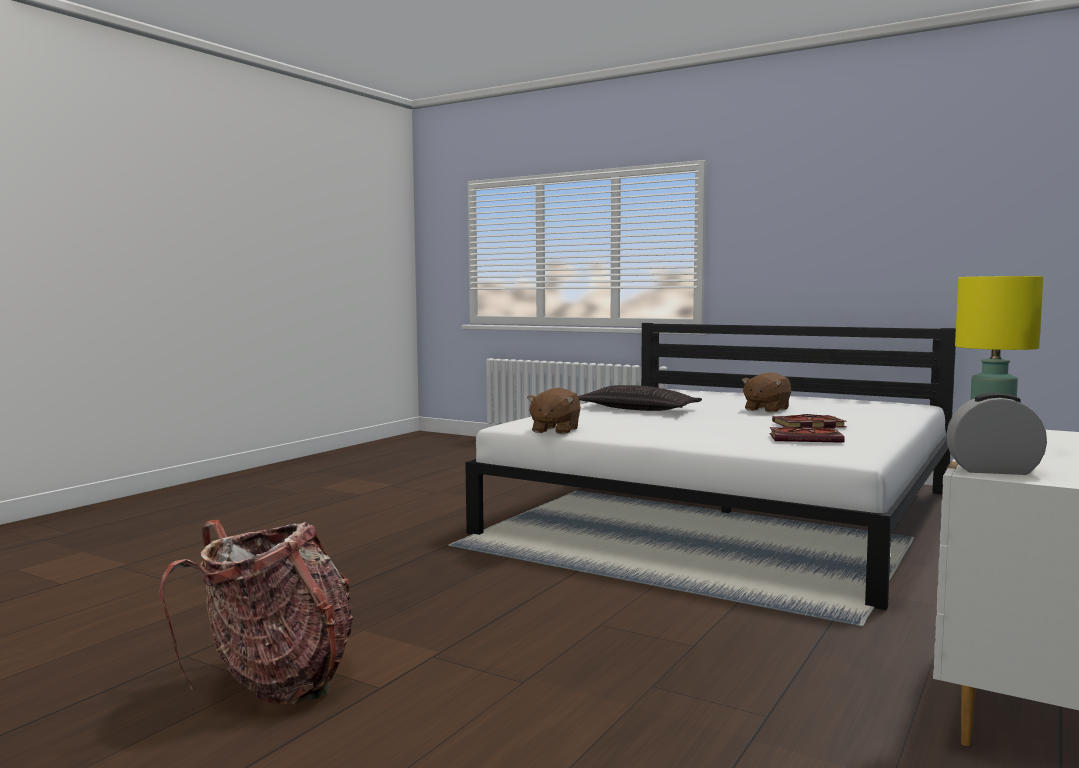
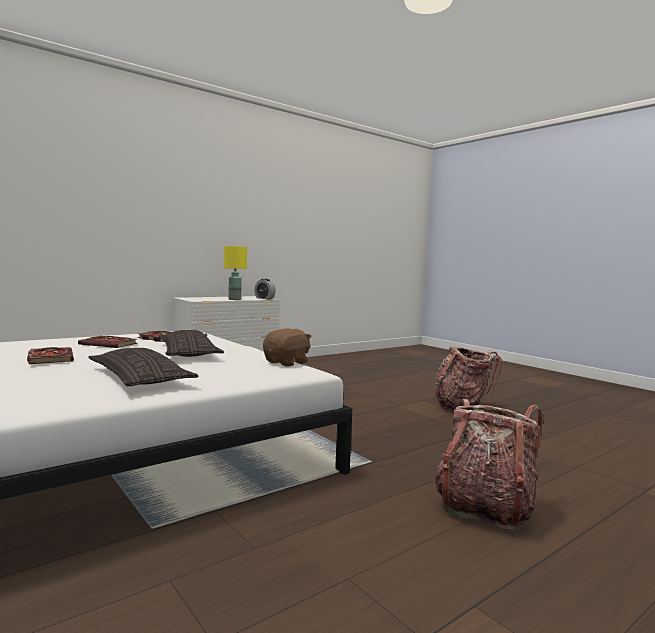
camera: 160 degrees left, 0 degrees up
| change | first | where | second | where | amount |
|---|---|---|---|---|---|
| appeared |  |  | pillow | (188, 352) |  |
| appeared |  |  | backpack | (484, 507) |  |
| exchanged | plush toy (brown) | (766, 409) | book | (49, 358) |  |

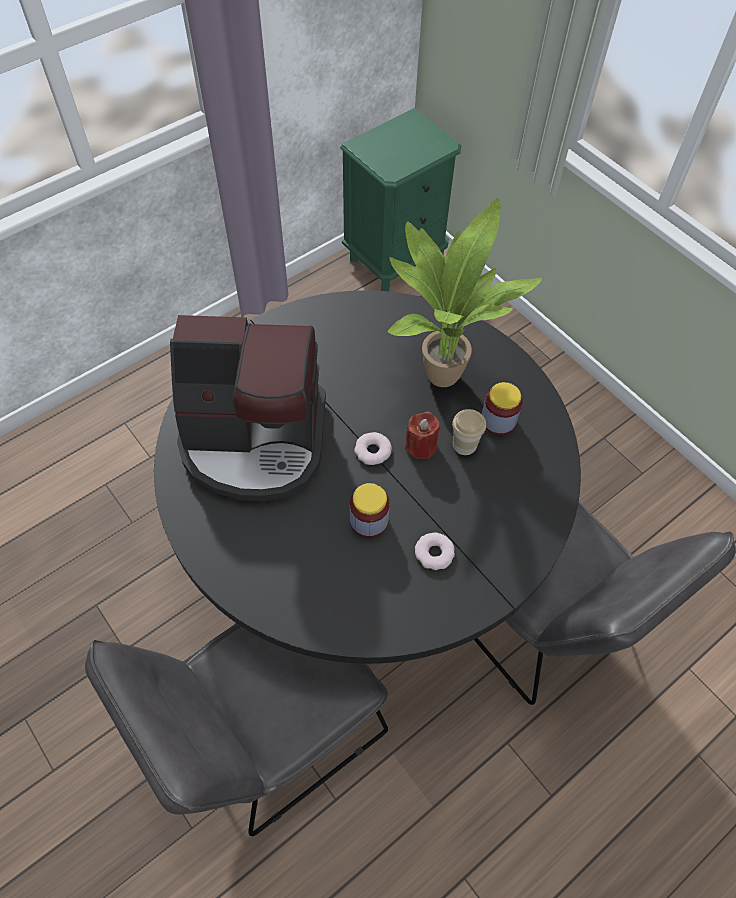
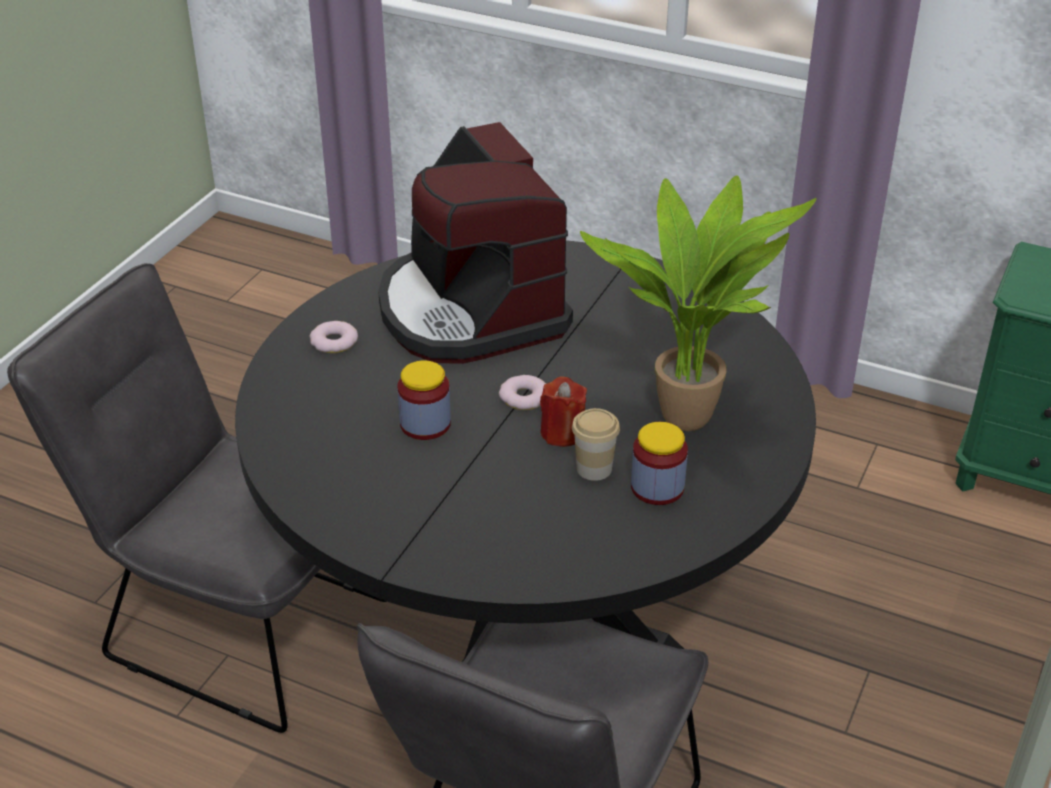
camera: 65 degrees right, 20 degrees down
| change | first | where | second | where | amount |
|---|---|---|---|---|---|
| relocated | donut | (434, 553) |  | (334, 342) |  |

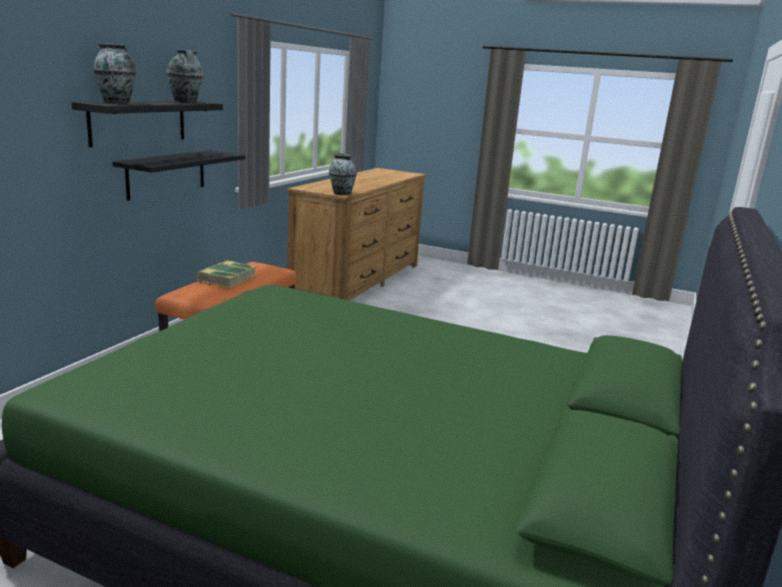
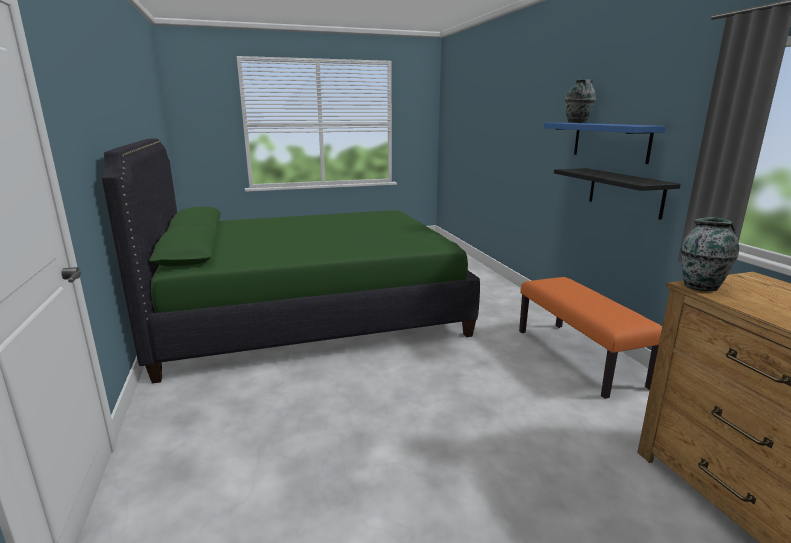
camera: 140 degrees right, 0 degrees up
| change | first | where | second | where | amount |
|---|---|---|---|---|---|
| missing | vase | (185, 102) |  |  |  |
| missing | book | (226, 279) |  |  |  |
| colour | shelf (black) | (138, 122) | shelf (blue) | (610, 141) |  |

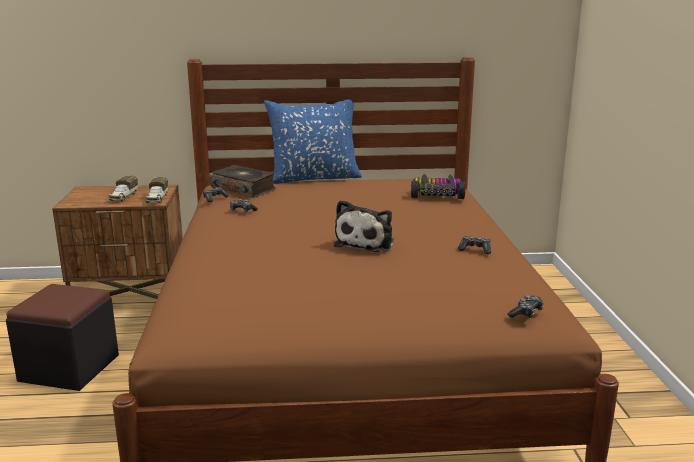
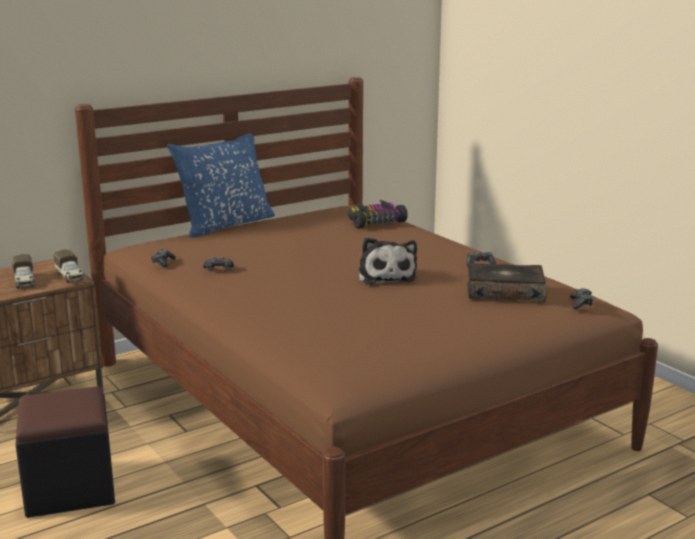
camera: 30 degrees left, 0 degrees up
| change | first | where | second | where | amount |
|---|---|---|---|---|---|
| relocated | book | (244, 189) |  | (505, 292) |  |

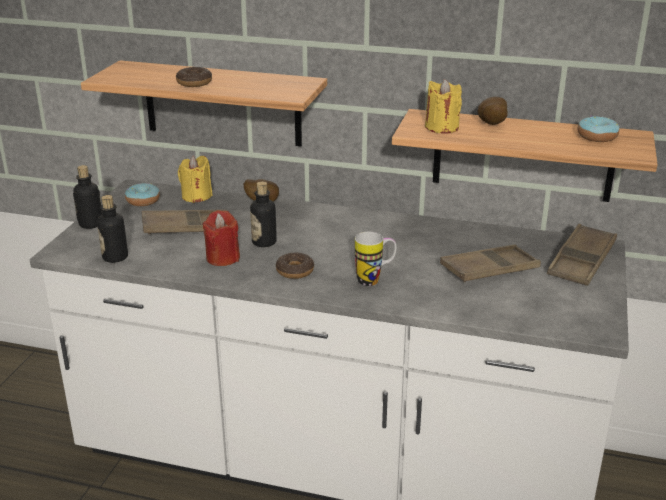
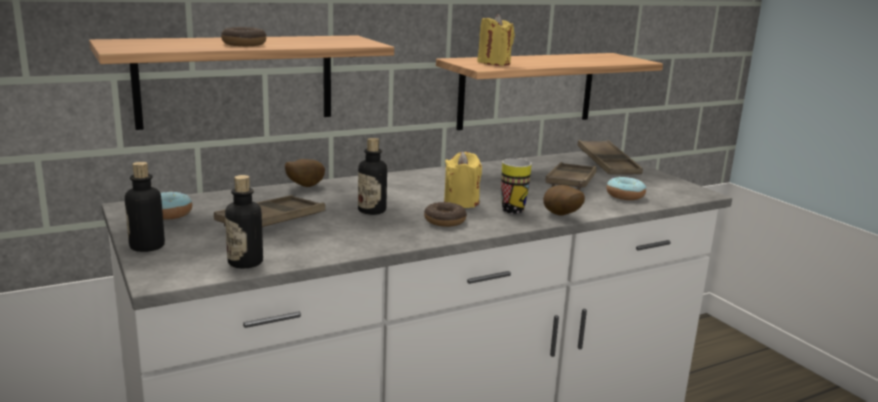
camera: 45 degrees left, 10 degrees down
| change | first | where | second | where | amount |
|---|---|---|---|---|---|
| missing | candle (red) | (223, 258) |  |  |  |
| relocated | candle (yellow) | (196, 196) |  | (461, 202) |  |
| relocated | potato | (491, 125) |  | (560, 216) |  |
| relocated | donut | (597, 137) |  | (625, 196) |  |

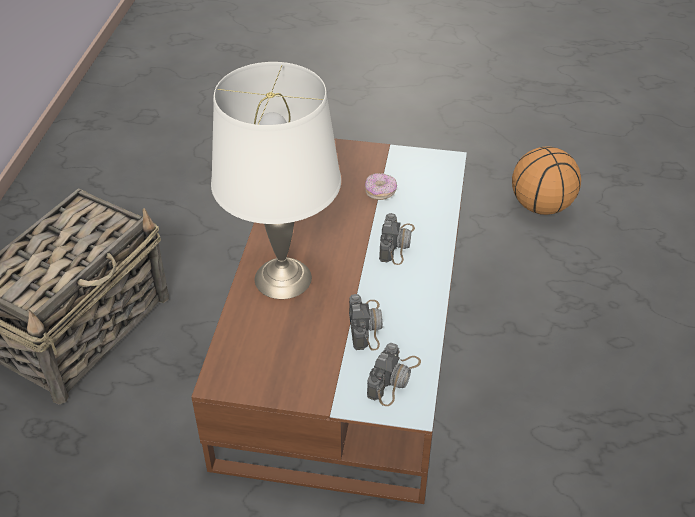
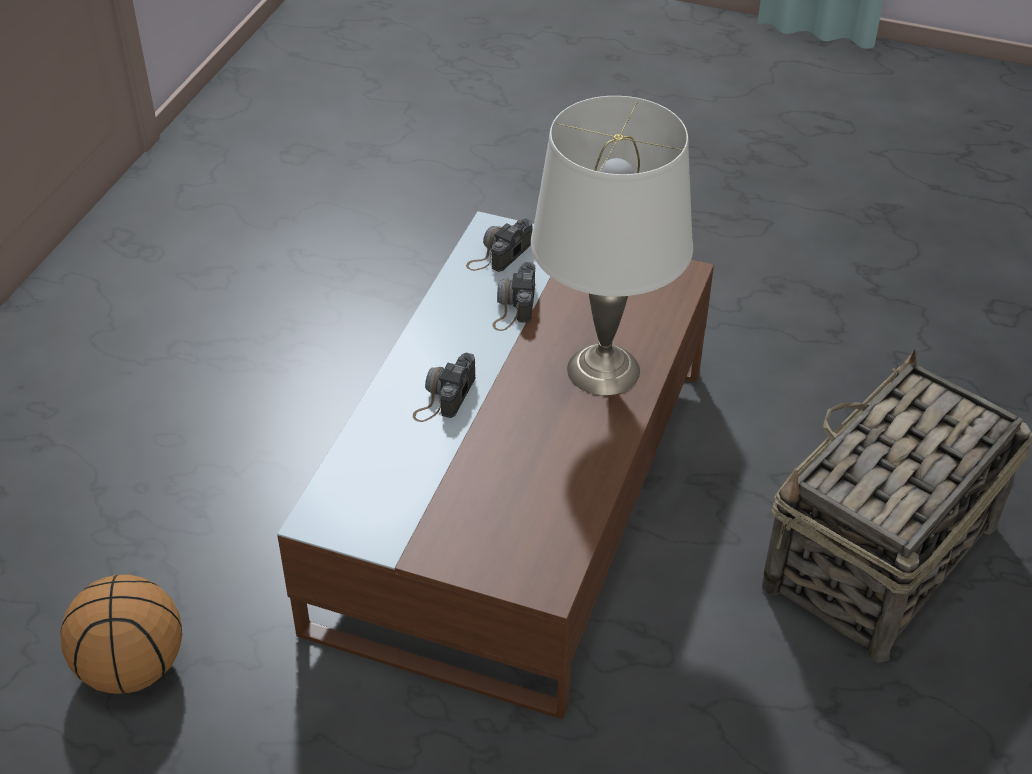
camera: 170 degrees left, 0 degrees up
| change | first | where | second | where | amount |
|---|---|---|---|---|---|
| missing | donut | (380, 192) |  |  |  |

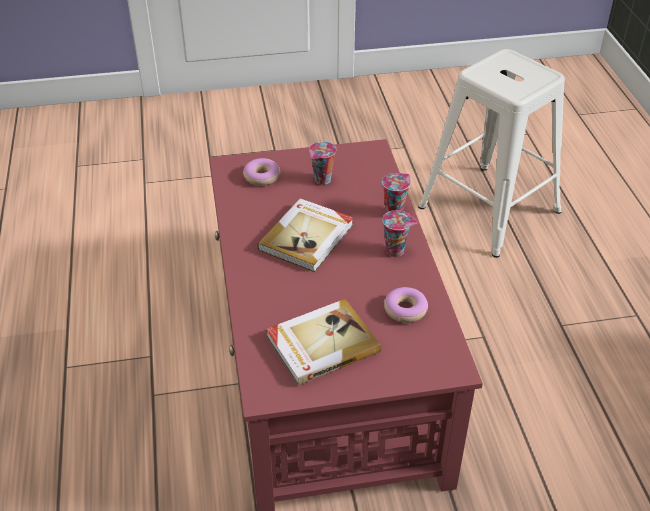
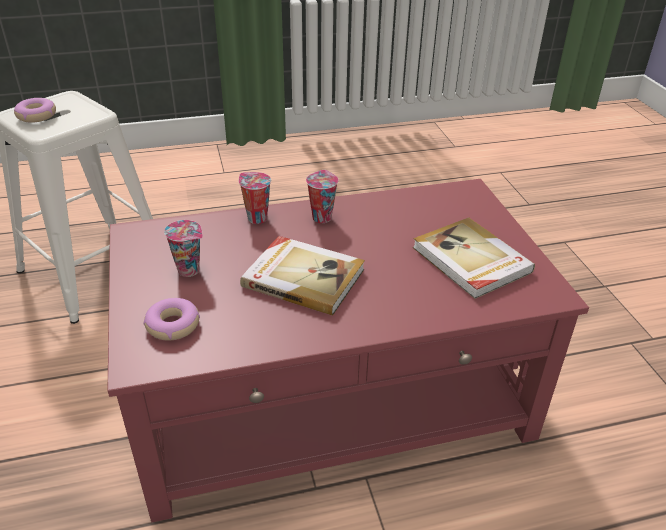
camera: 95 degrees left, 5 degrees down
| change | first | where | second | where | amount |
|---|---|---|---|---|---|
| relocated | donut | (405, 309) |  | (36, 116) |  |

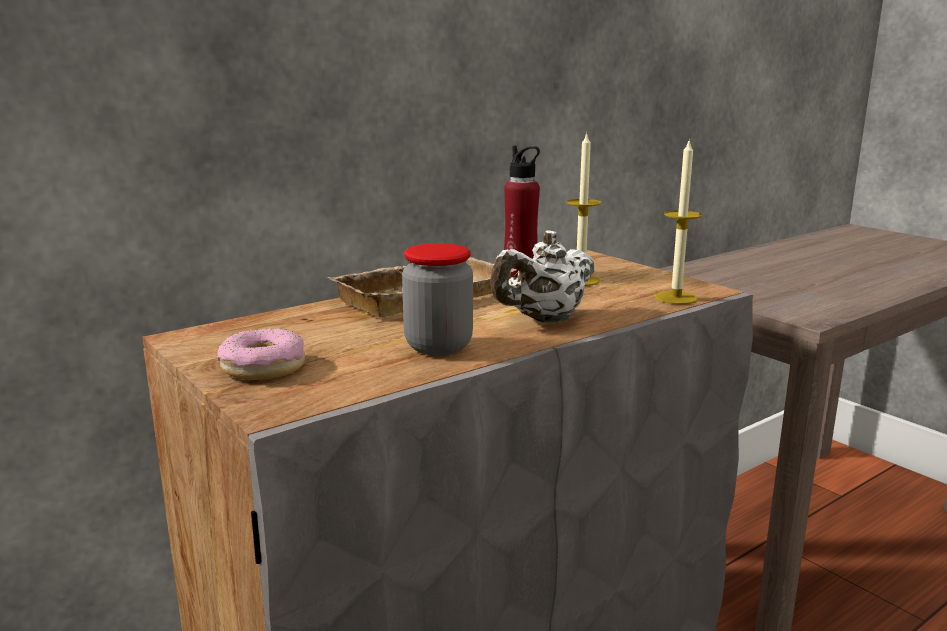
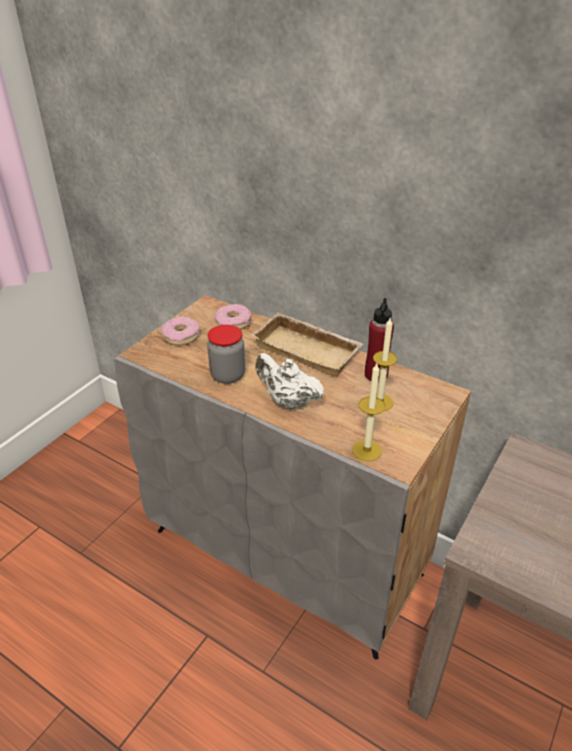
camera: 70 degrees right, 20 degrees up
| change | first | where | second | where | amount |
|---|---|---|---|---|---|
| appeared |  |  | donut | (233, 322) |  |

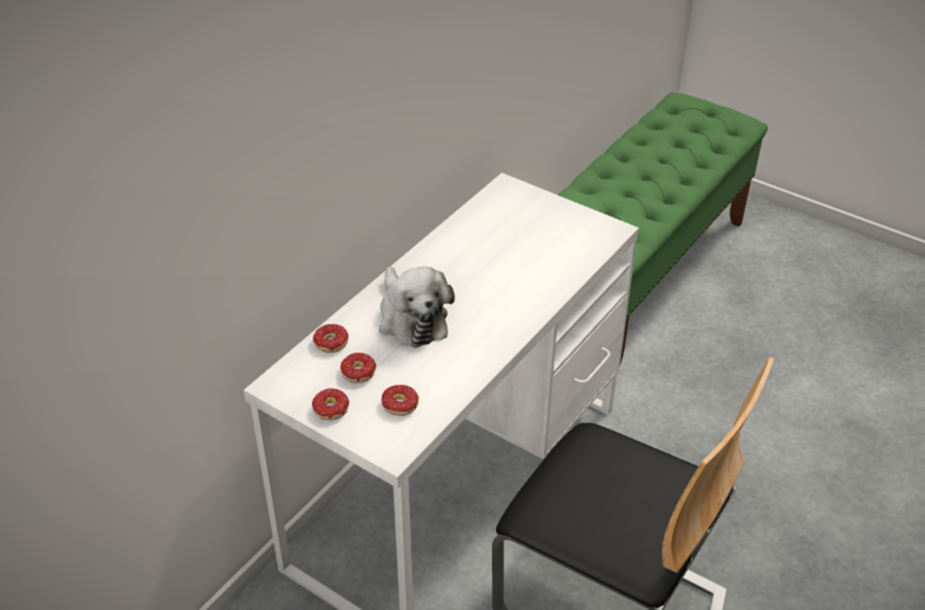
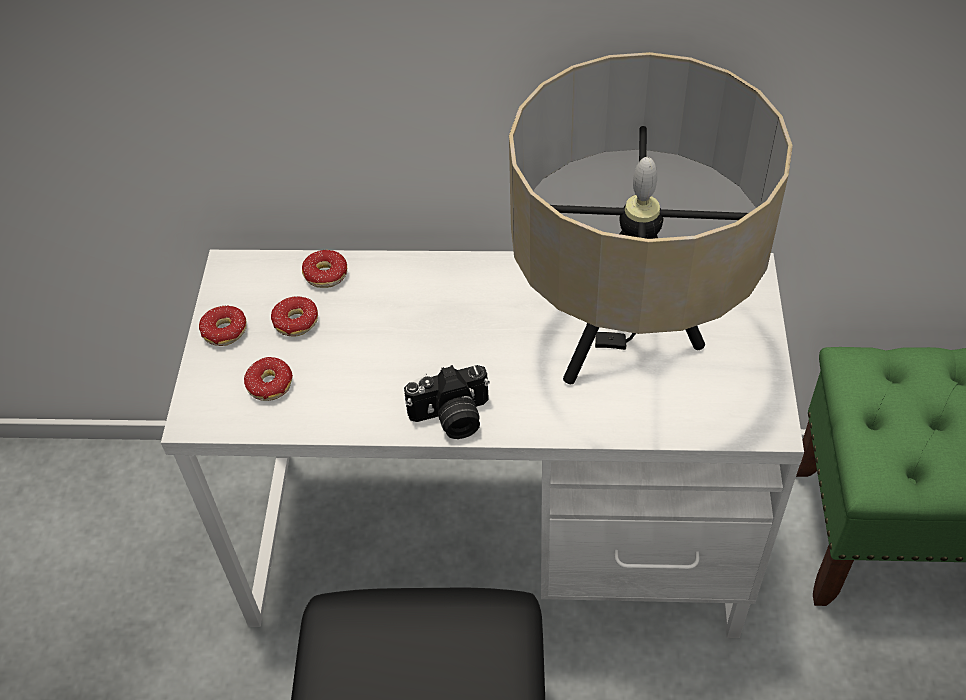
camera: 60 degrees right, 10 degrees up
| change | first | where | second | where | amount |
|---|---|---|---|---|---|
| missing | plush toy | (411, 318) |  |  |  |
| appeared |  |  | photo camera | (452, 418) |  |
| appeared |  |  | table lamp (beige) | (629, 344) |  |

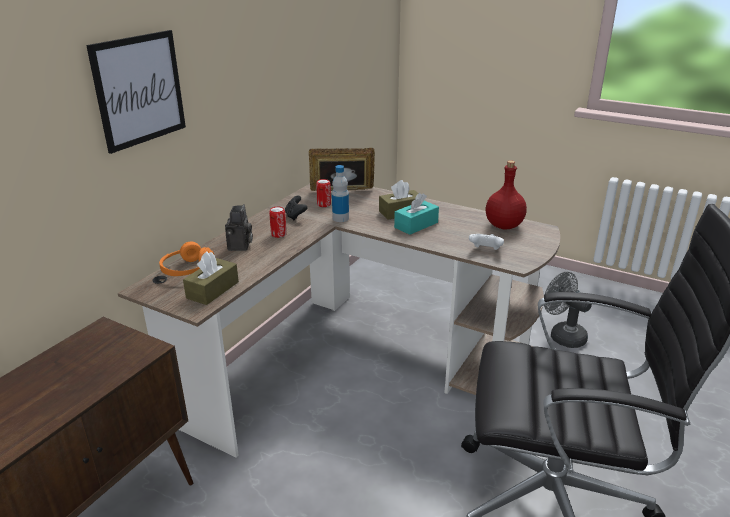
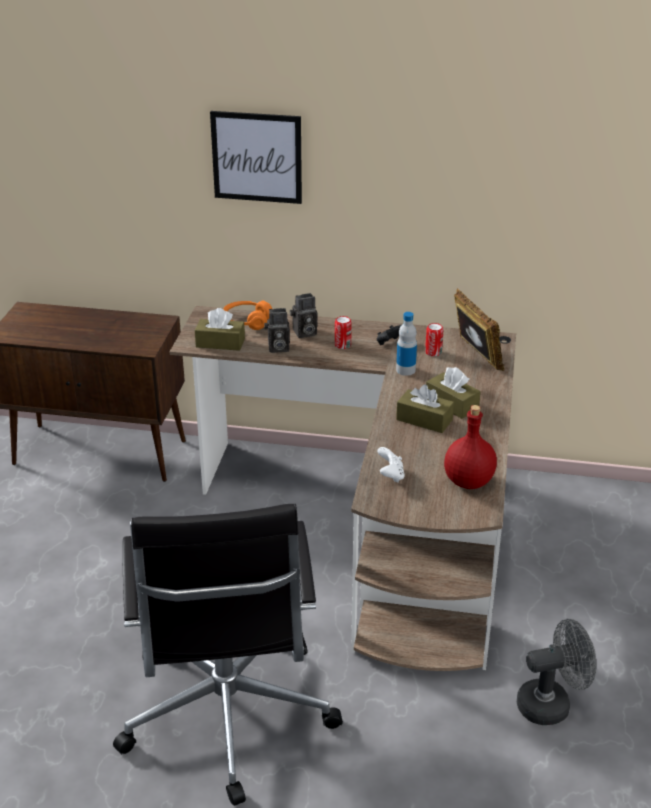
camera: 70 degrees right, 5 degrees up
| change | first | where | second | where | amount |
|---|---|---|---|---|---|
| appeared |  |  | photo camera | (277, 348) |  |
| colour | tissue box (turquoise) | (416, 225) | tissue box (brown) | (424, 420) |  |
| spun | fan (grey) | (562, 335) |  | (551, 704) | 45 degrees clockwise |

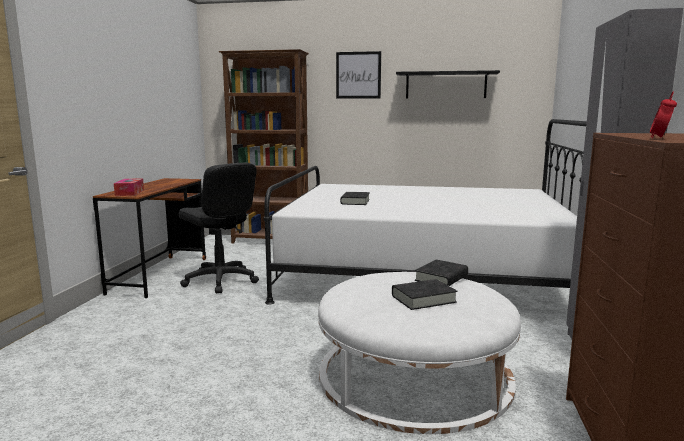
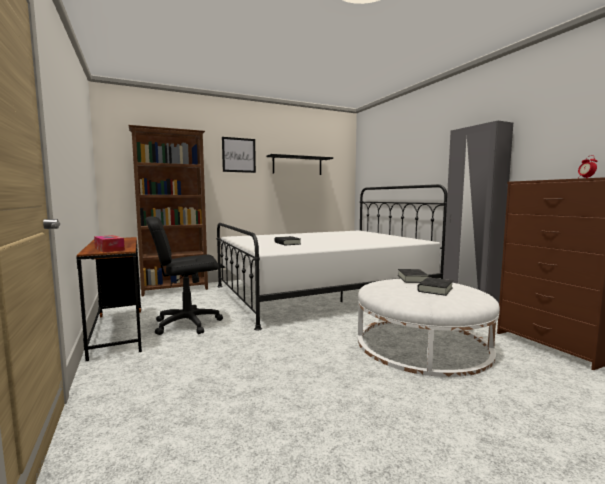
camera: 35 degrees left, 5 degrees down
| change | first | where | second | where | amount |
|---|---|---|---|---|---|
| spun | office chair (black) | (220, 281) |  | (187, 323) | 150 degrees clockwise |

